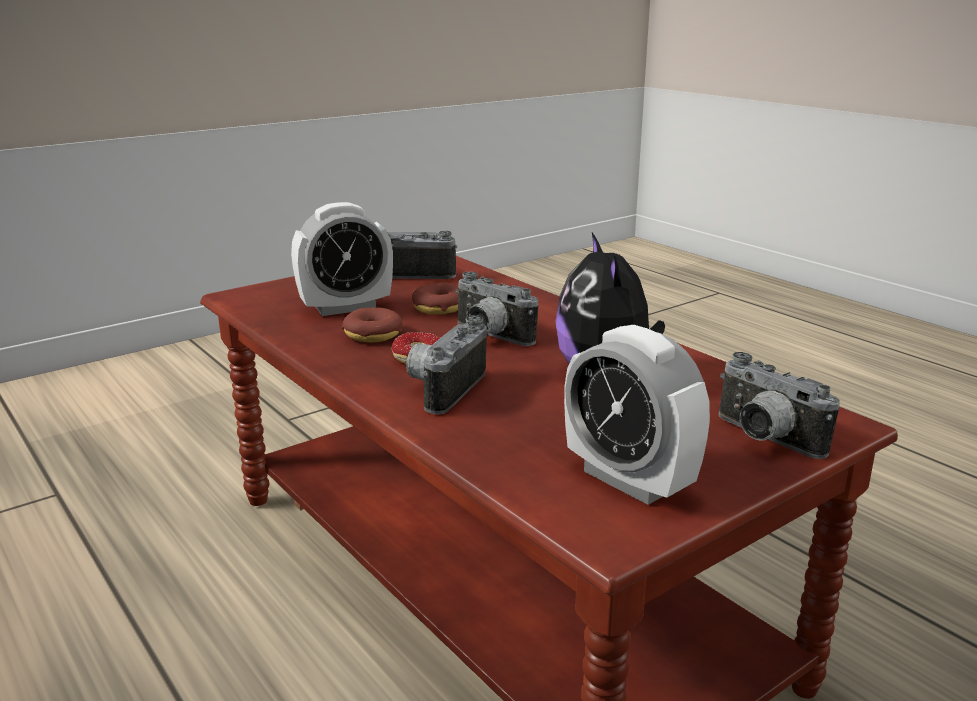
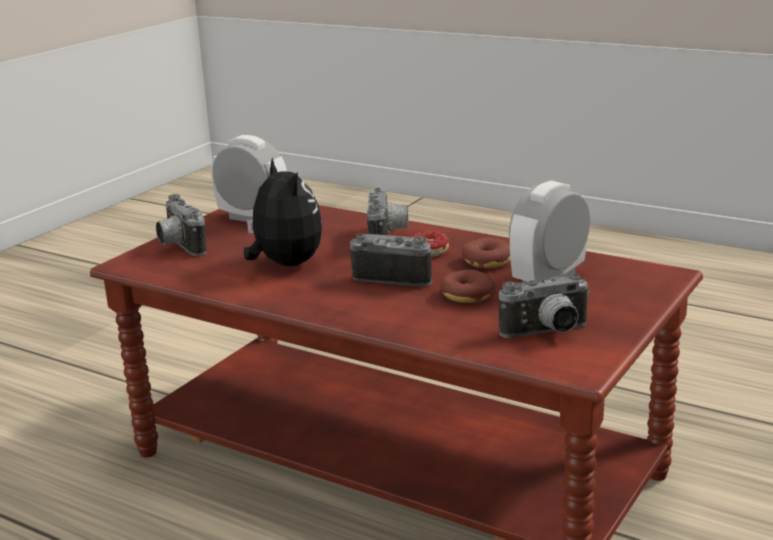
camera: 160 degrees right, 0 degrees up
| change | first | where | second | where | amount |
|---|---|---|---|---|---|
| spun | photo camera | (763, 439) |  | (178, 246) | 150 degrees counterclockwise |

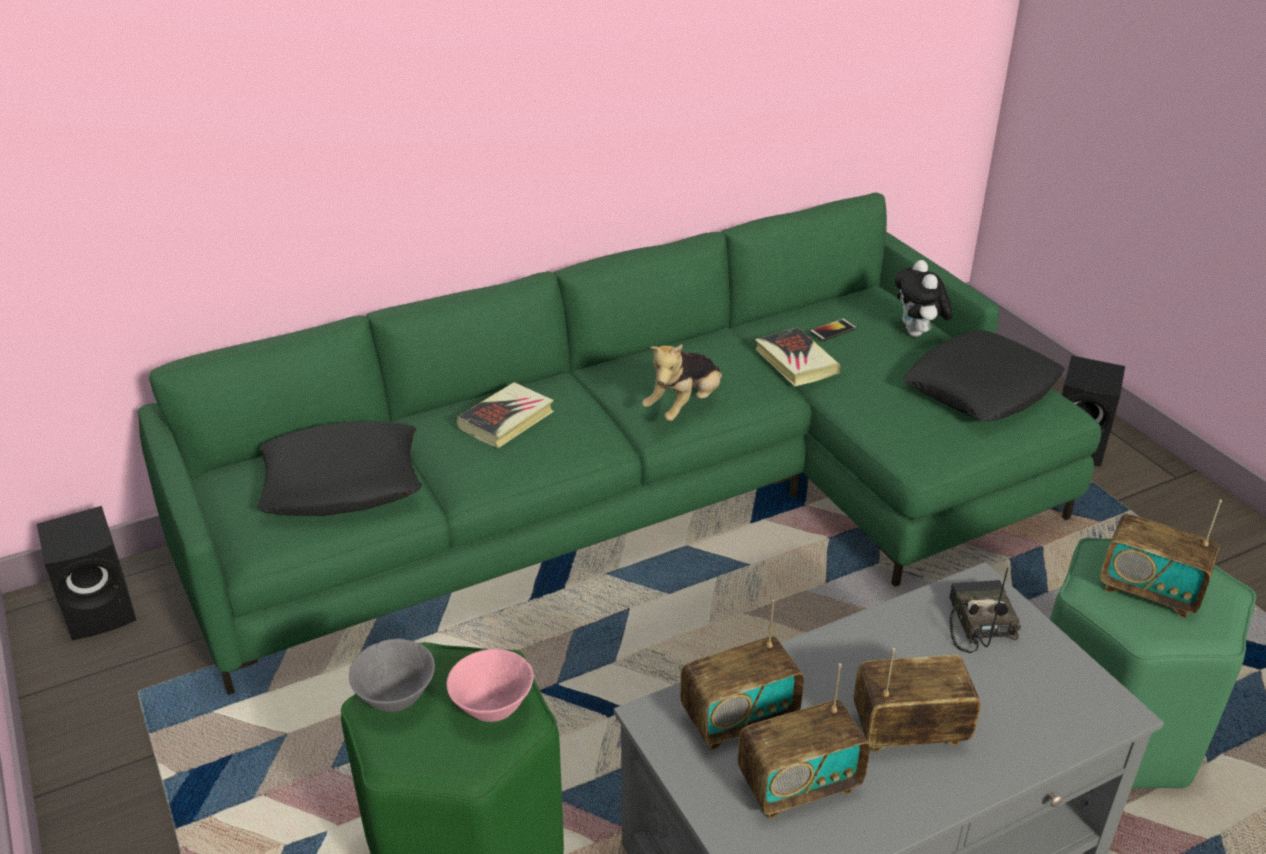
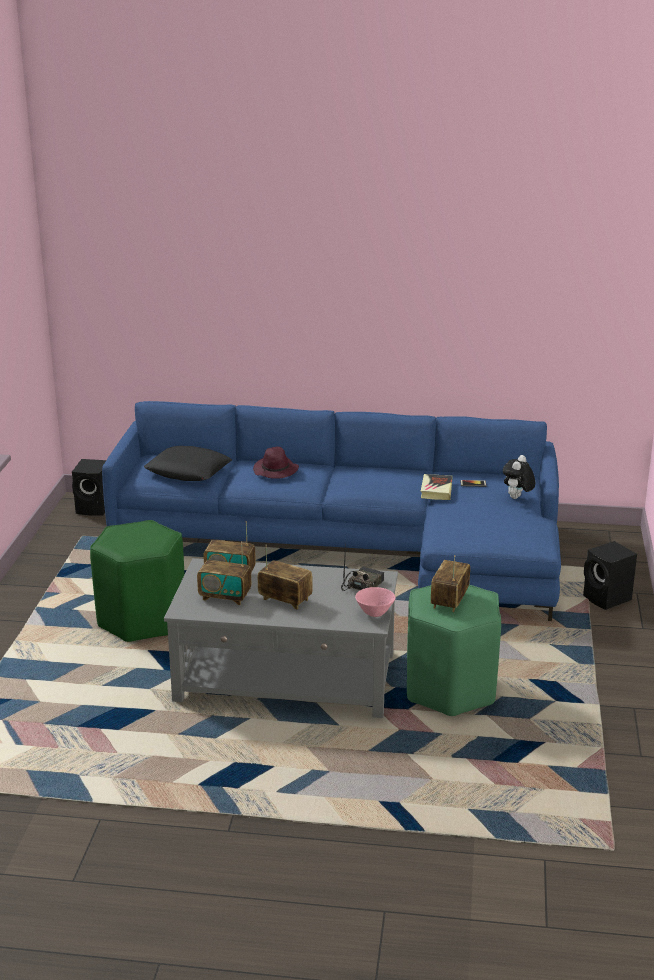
camera: 35 degrees right, 10 degrees down
| change | first | where | second | where | amount |
|---|---|---|---|---|---|
| missing | bowl (grey) | (395, 700) |  |  |  |
| missing | plush toy | (684, 406) |  |  |  |
| missing | pillow (black) | (981, 387) |  |  |  |
| relocated | bowl (pink) | (492, 709) |  | (374, 613) |  |
| exchanged | book | (506, 420) | hat (purple) | (276, 471) |  |
| colour | sofa (green) | (653, 499) | sofa (blue) | (354, 546) |  |
| spun | radio | (1149, 591) |  | (449, 601) | 45 degrees clockwise |

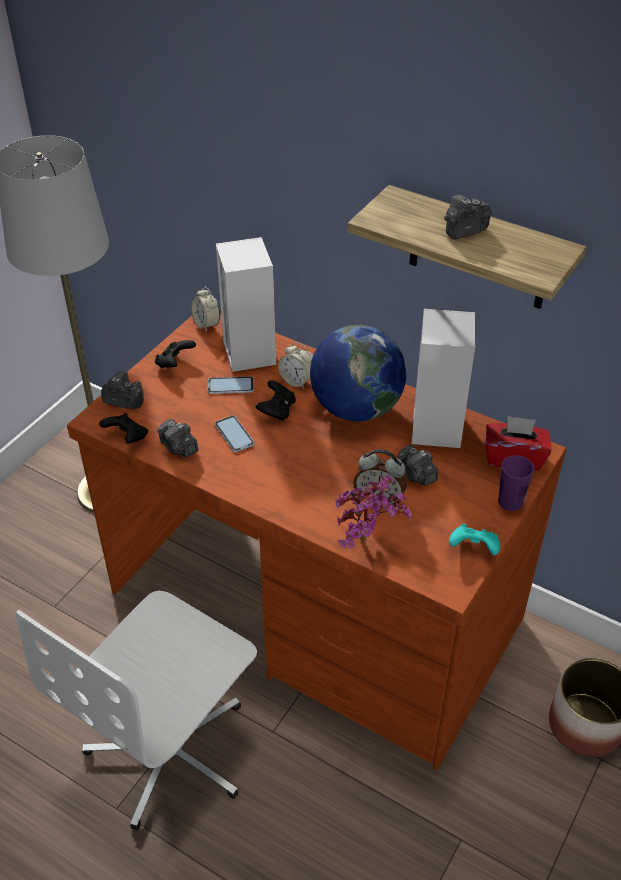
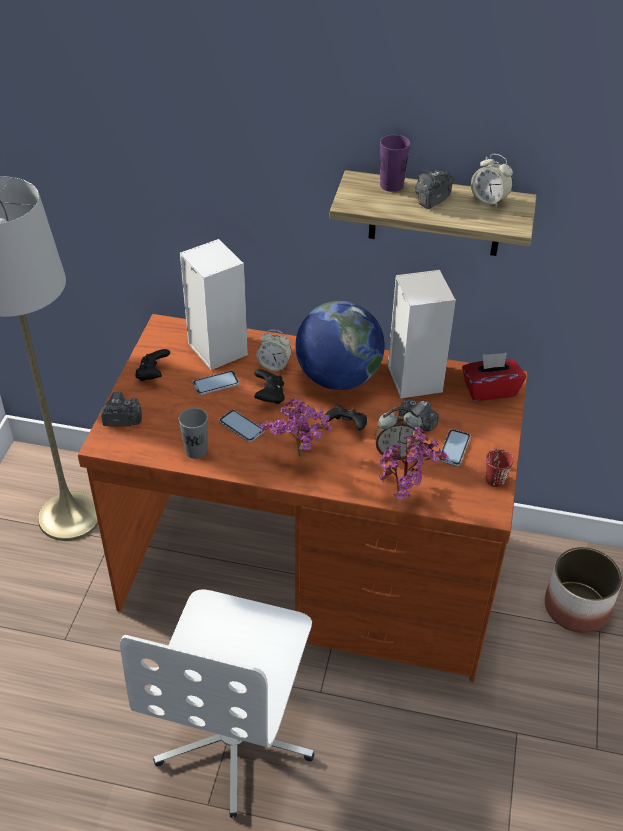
camera: 20 degrees left, 0 degrees up
| change | first | where | second | where | amount |
|---|---|---|---|---|---|
| appeared |  |  | potted plant | (299, 459) |  |
| appeared |  |  | phone | (454, 448) |  |
| relocated | game controller (black) | (127, 438) |  | (346, 427) |  |
| relocated | alarm clock | (206, 324) |  | (489, 200) |  |
| relocated | cup (purple) | (510, 502) |  | (391, 185) |  |
| exchanged | photo camera | (178, 447) | cup (grey) | (196, 450) |  |
| exchanged | game controller (turquoise) | (473, 549) | mug (red) | (494, 475) |  |

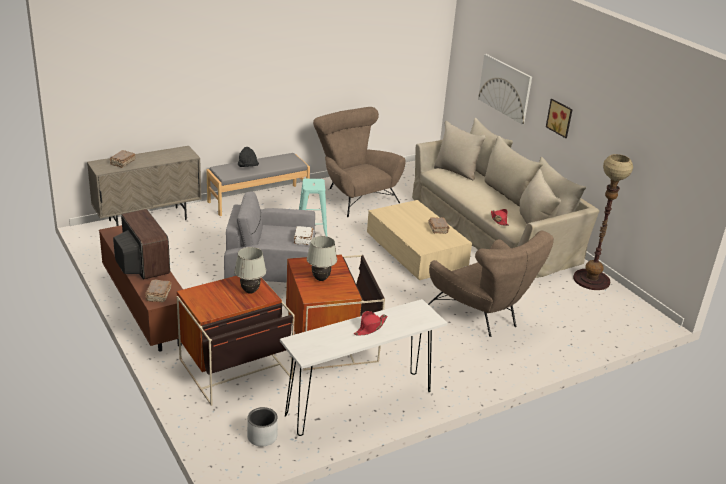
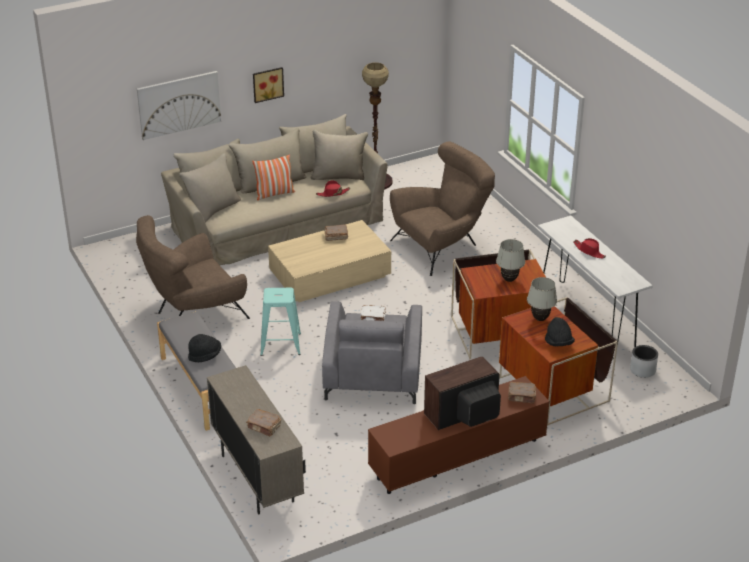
camera: 85 degrees left, 5 degrees up
| change | first | where | second | where | amount |
|---|---|---|---|---|---|
| appeared |  |  | pillow | (274, 194) |  |
| appeared |  |  | hat (black) | (558, 343) |  |

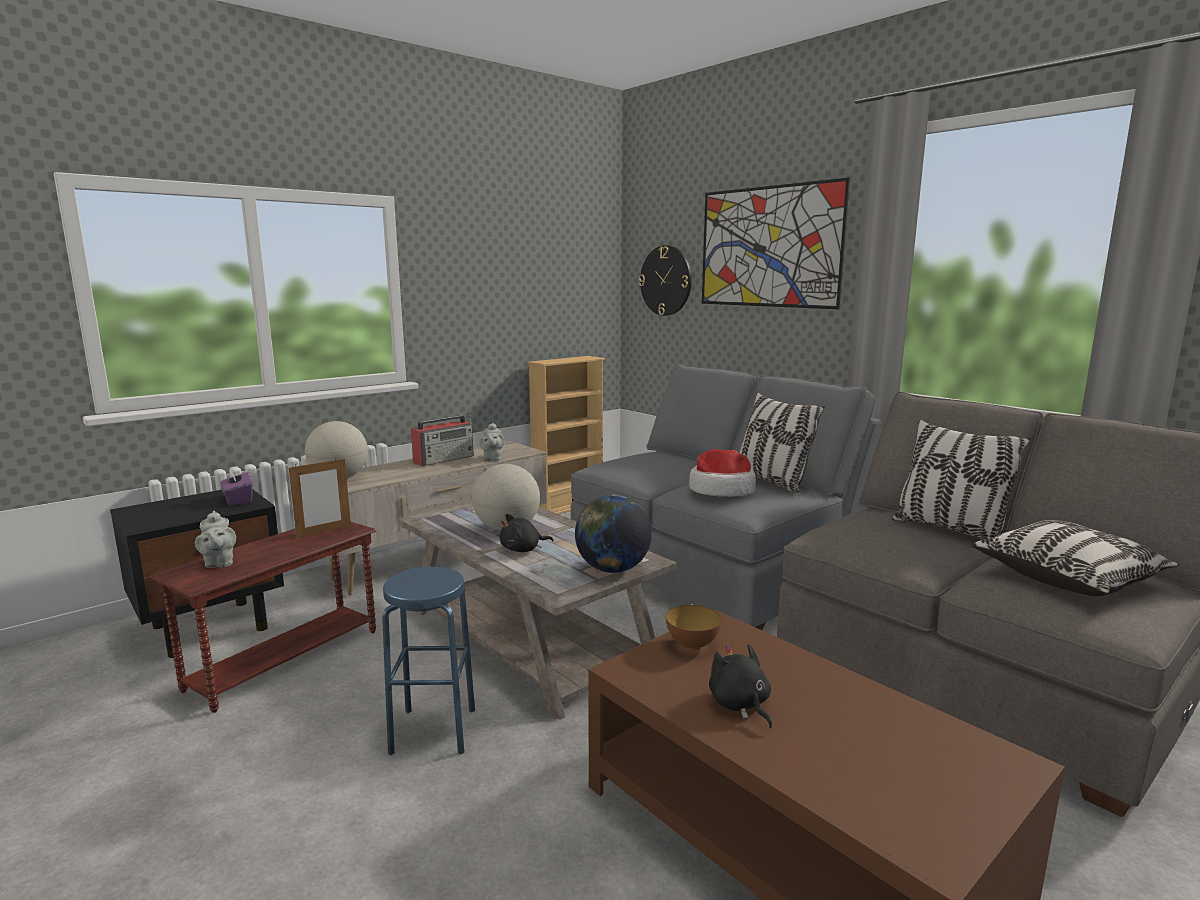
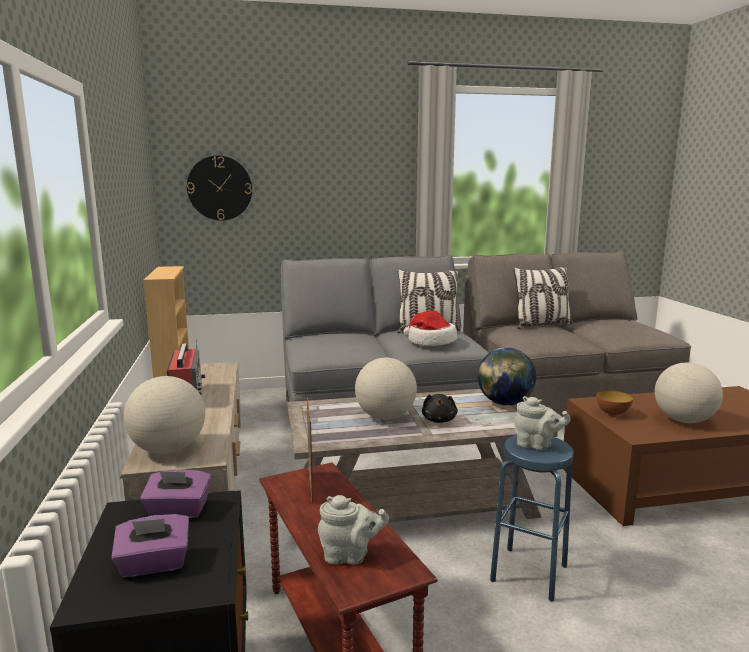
camera: 60 degrees left, 0 degrees up
| change | first | where | second | where | amount |
|---|---|---|---|---|---|
| missing | picture | (768, 247) |  |  |  |
| missing | pillow | (1068, 577) |  |  |  |
| appeared |  |  | tissue box (purple) | (154, 564) |  |
| relocated | teapot (grey) | (492, 458) |  | (537, 445) |  |
| exchanged | plush toy (black) | (740, 705) | globe | (684, 420) |  |

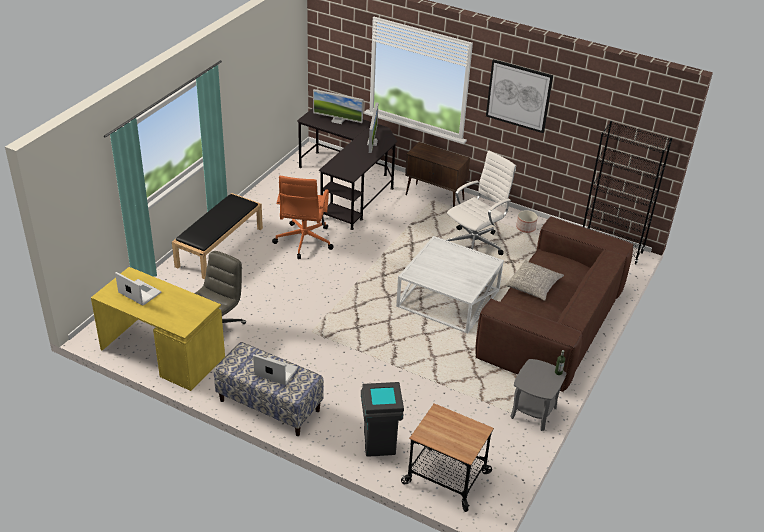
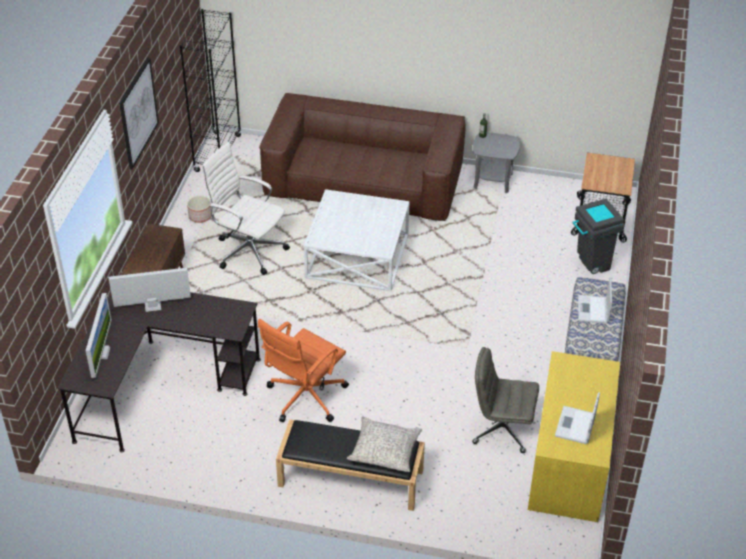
camera: 105 degrees left, 5 degrees up
| change | first | where | second | where | amount |
|---|---|---|---|---|---|
| relocated | pillow (grey) | (533, 286) |  | (385, 450) |  |
| spun | office chair (orange) | (303, 242) |  | (304, 397) | 135 degrees clockwise |

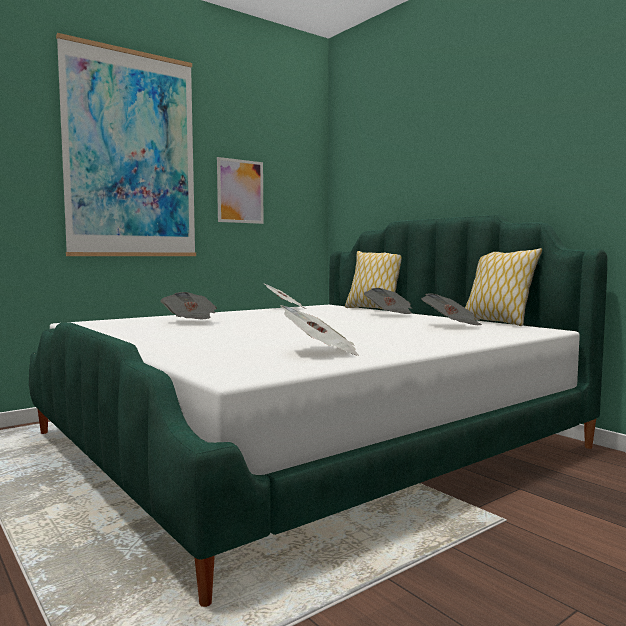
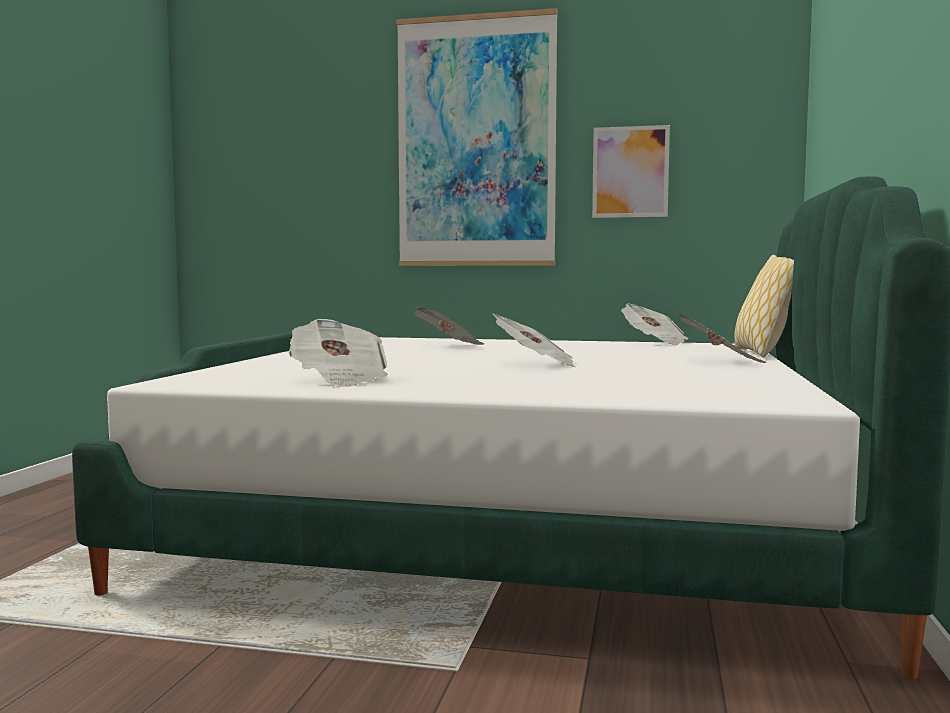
camera: 50 degrees right, 0 degrees up
| change | first | where | second | where | amount |
|---|---|---|---|---|---|
| missing | pillow | (497, 322) |  |  |  |
| relocated | newspaper | (452, 326) |  | (536, 364) |  |

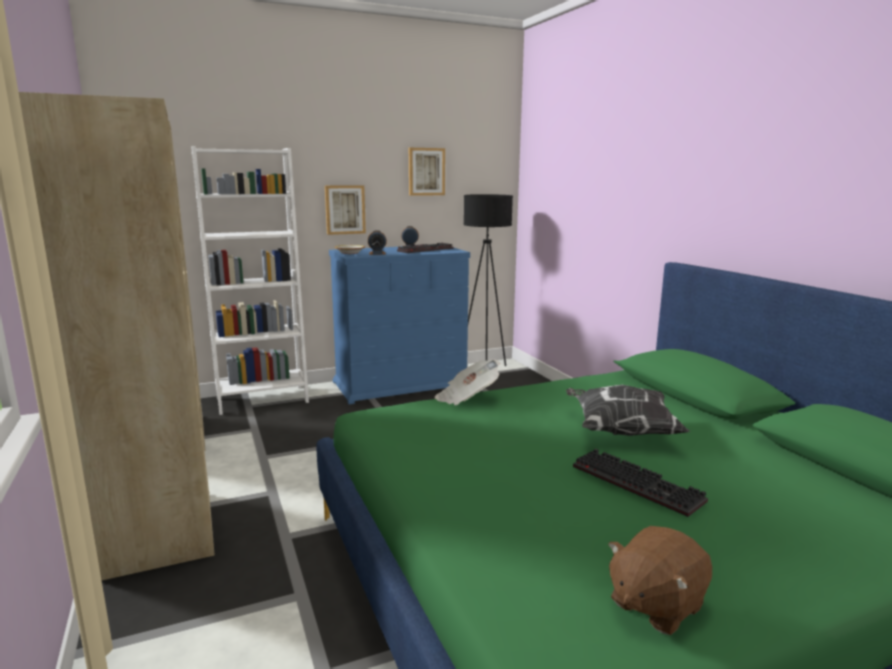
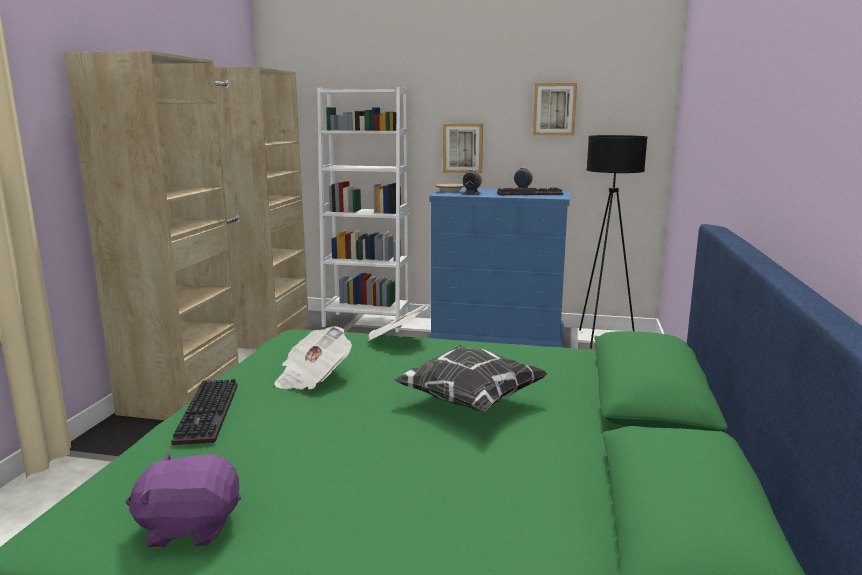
camera: 35 degrees right, 0 degrees up
| change | first | where | second | where | amount |
|---|---|---|---|---|---|
| appeared |  |  | newspaper | (312, 378) |  |
| relocated | keyboard | (639, 484) |  | (210, 414) |  |
| colour | plush toy (brown) | (655, 604) | plush toy (purple) | (190, 527) |  |

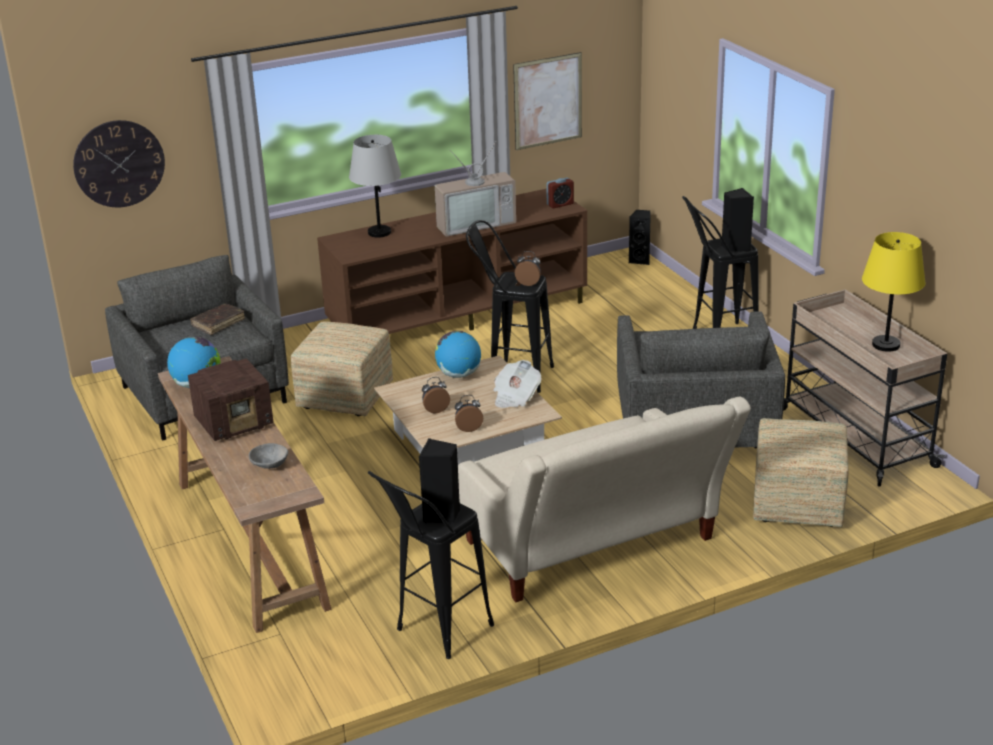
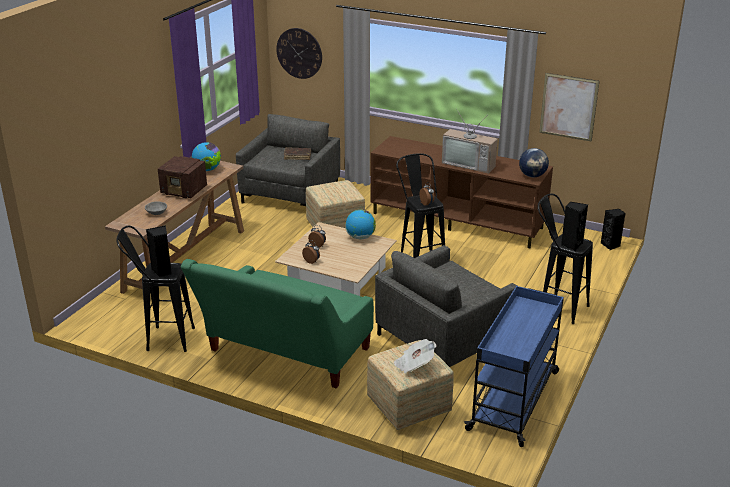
camera: 50 degrees right, 0 degrees up
| change | first | where | second | where | amount |
|---|---|---|---|---|---|
| missing | table lamp (grey) | (379, 232) |  |  |  |
| missing | table lamp (yellow) | (886, 345) |  |  |  |
| relocated | newspaper | (515, 397) |  | (414, 364) |  |
| exchanged | alarm clock | (560, 204) | globe | (532, 176) |  |
| colour | sofa (beige) | (596, 548) | sofa (green) | (285, 354) |  |
| colour | cart (beige) | (854, 436) | cart (blue) | (514, 399) |  |

